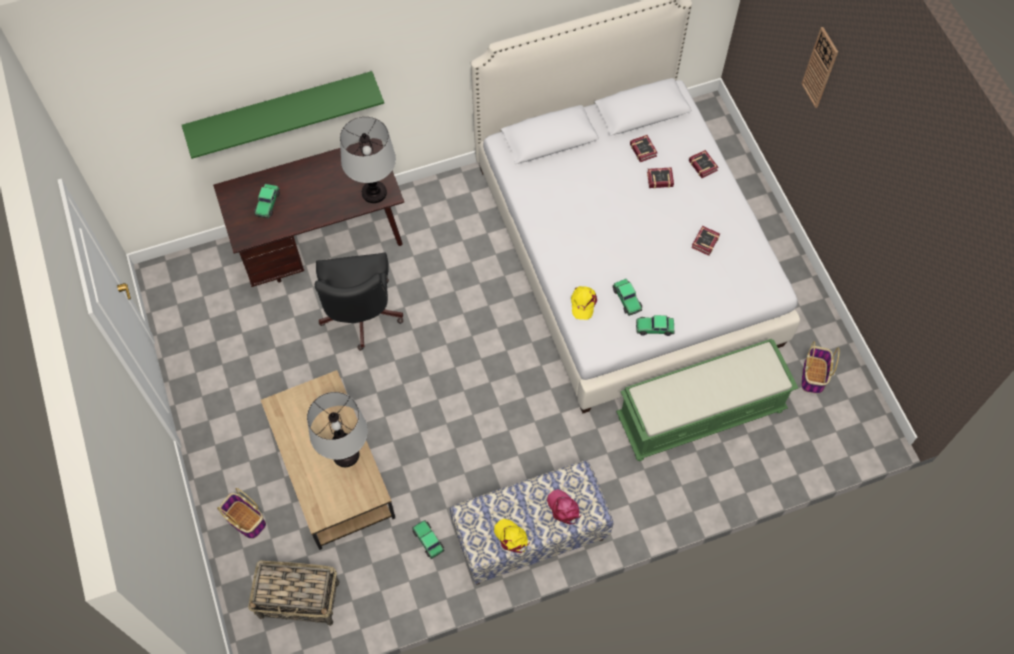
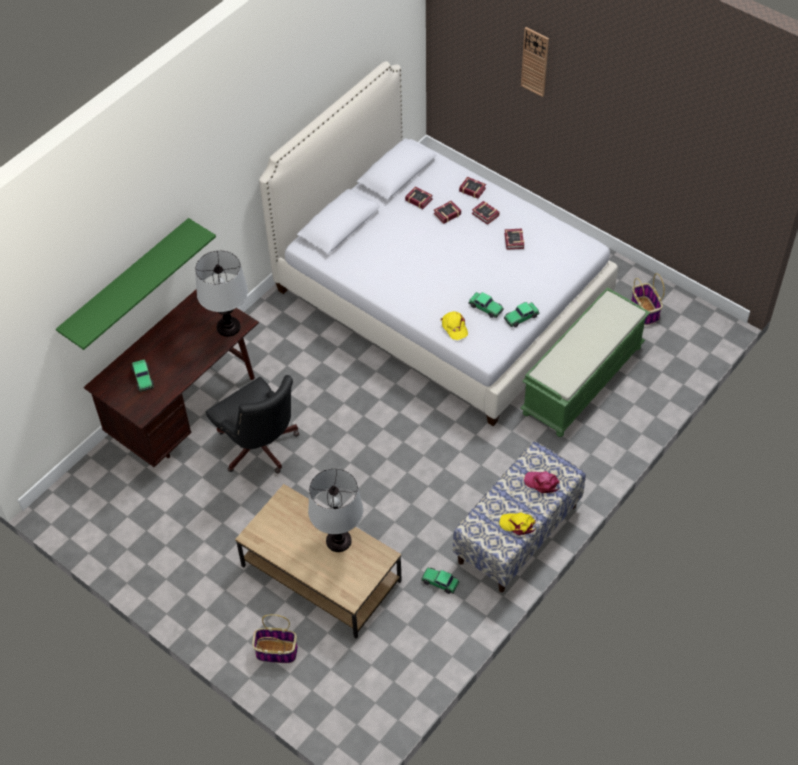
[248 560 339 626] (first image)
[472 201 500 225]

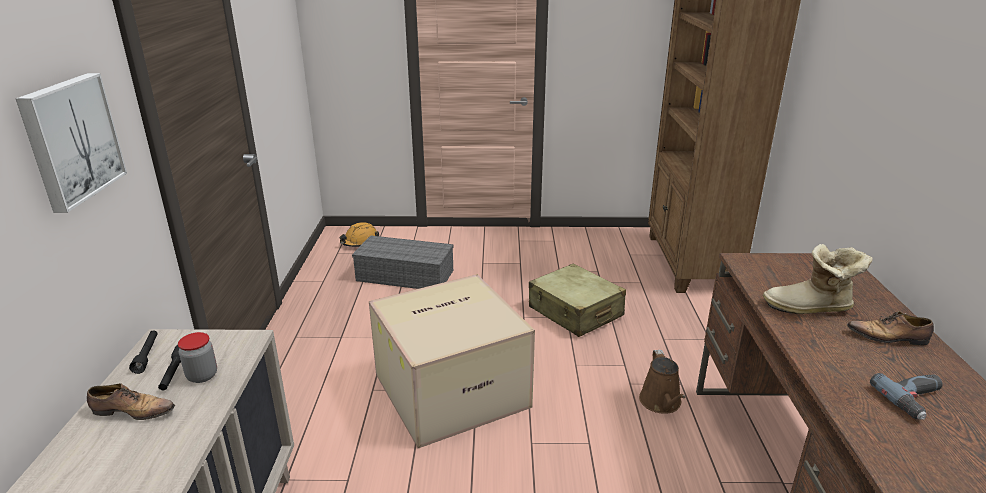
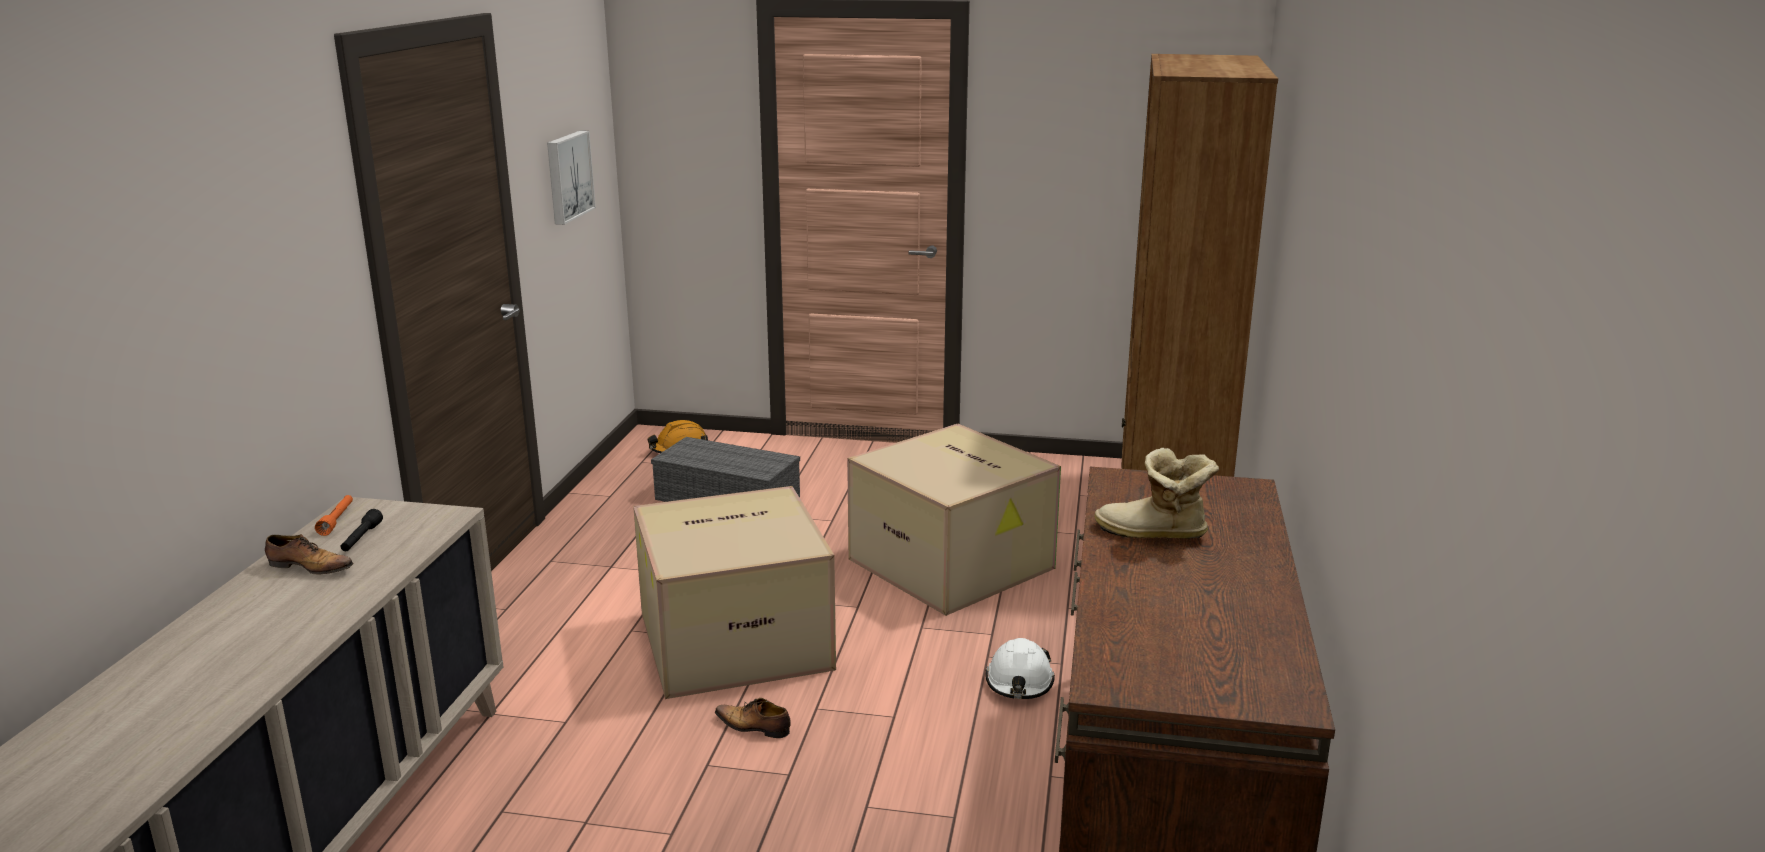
[547 130 596 225]
[315 495 353 536]
[178 332 217 383] (first image)
[847 424 1061 616]
[985 638 1055 699]
[715 698 791 738]
[870 373 942 420] (first image)

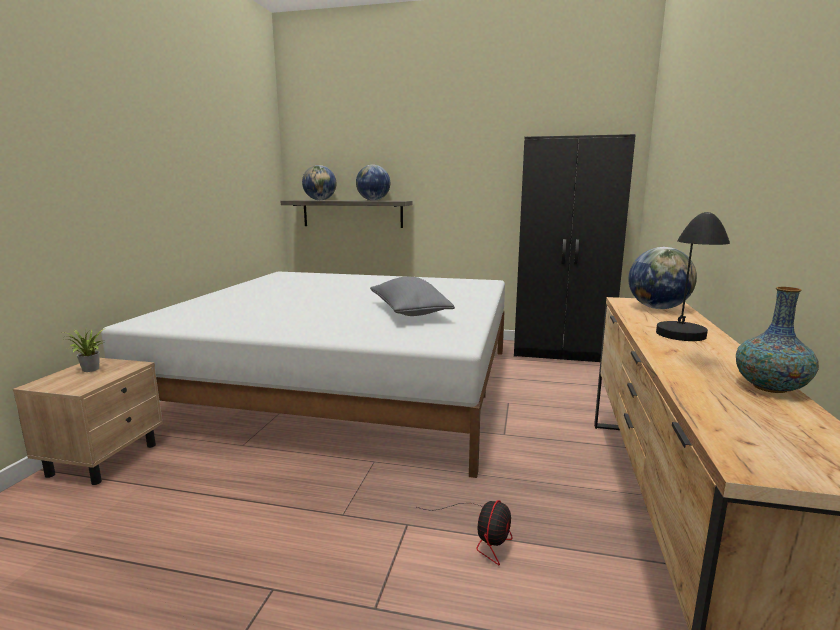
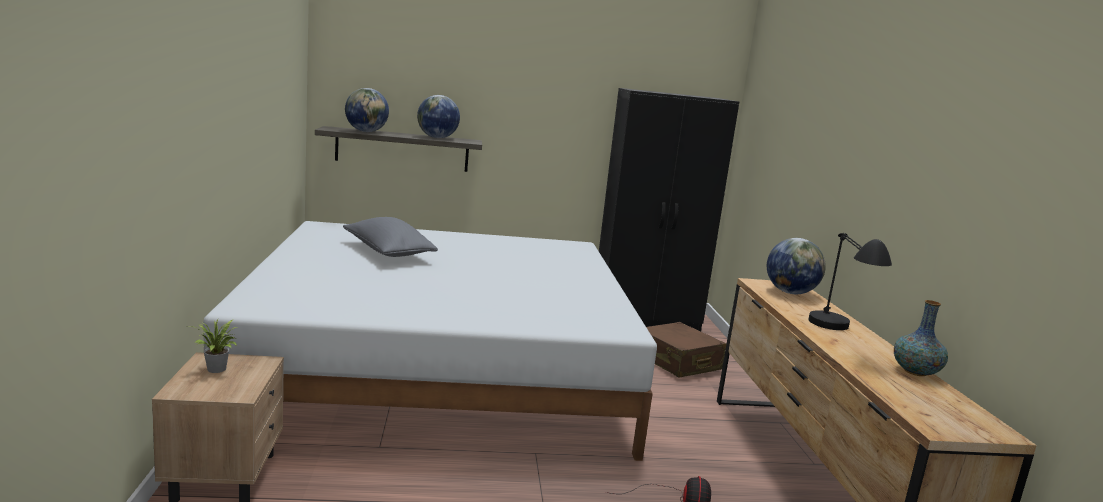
[343 217 438 257]
[646 322 727 377]

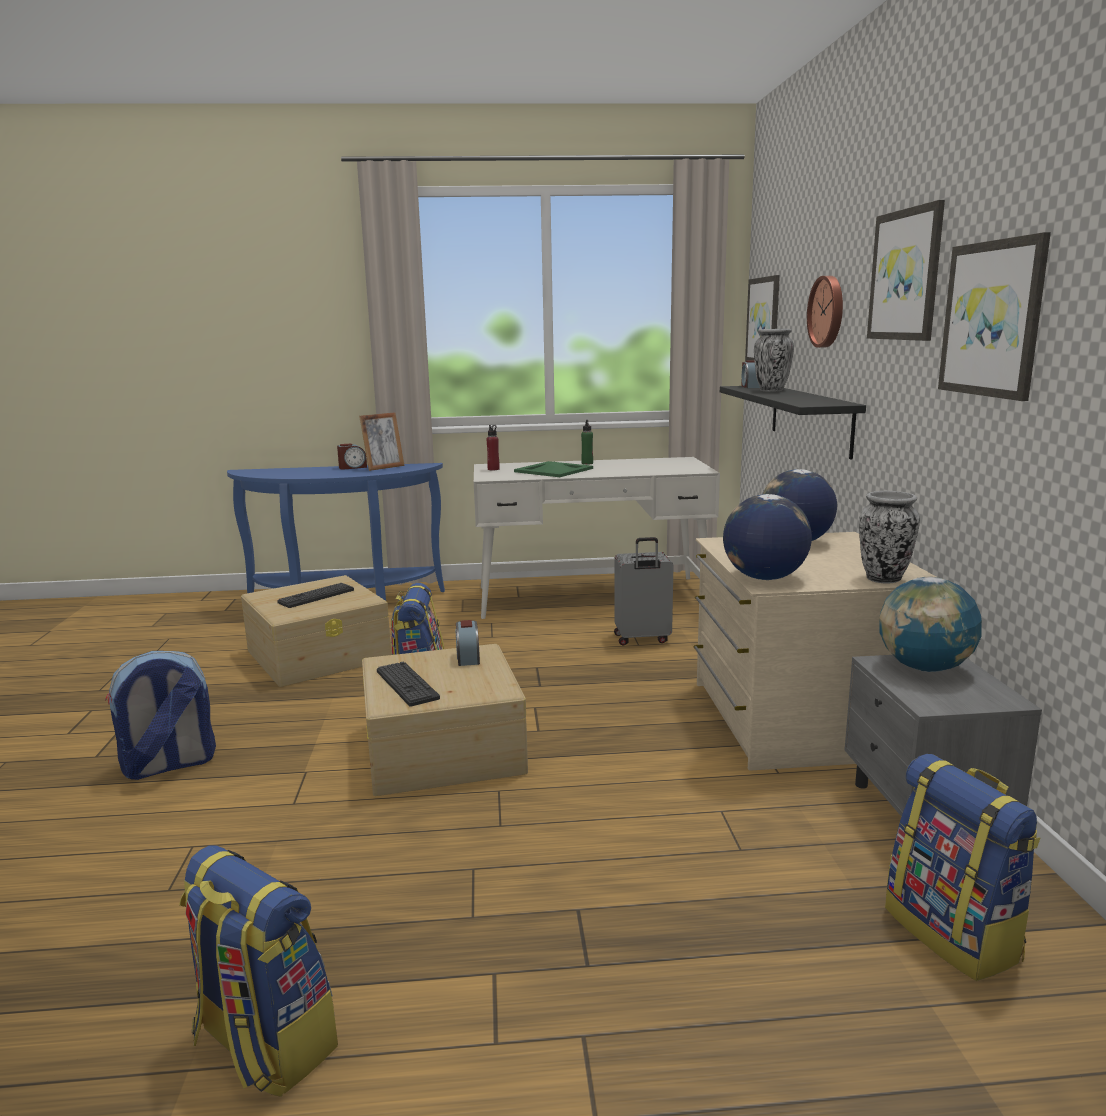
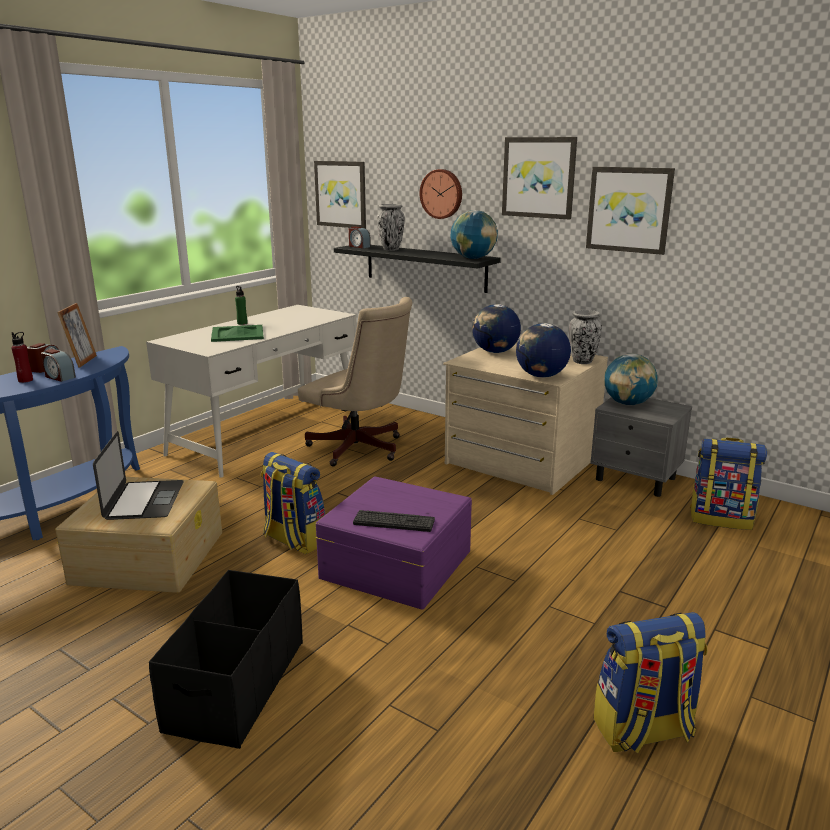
[149 570 303 749]
[93 431 184 520]
[315 476 472 609]
[41 349 76 382]
[11 332 33 383]
[298 297 413 466]
[450 210 498 259]

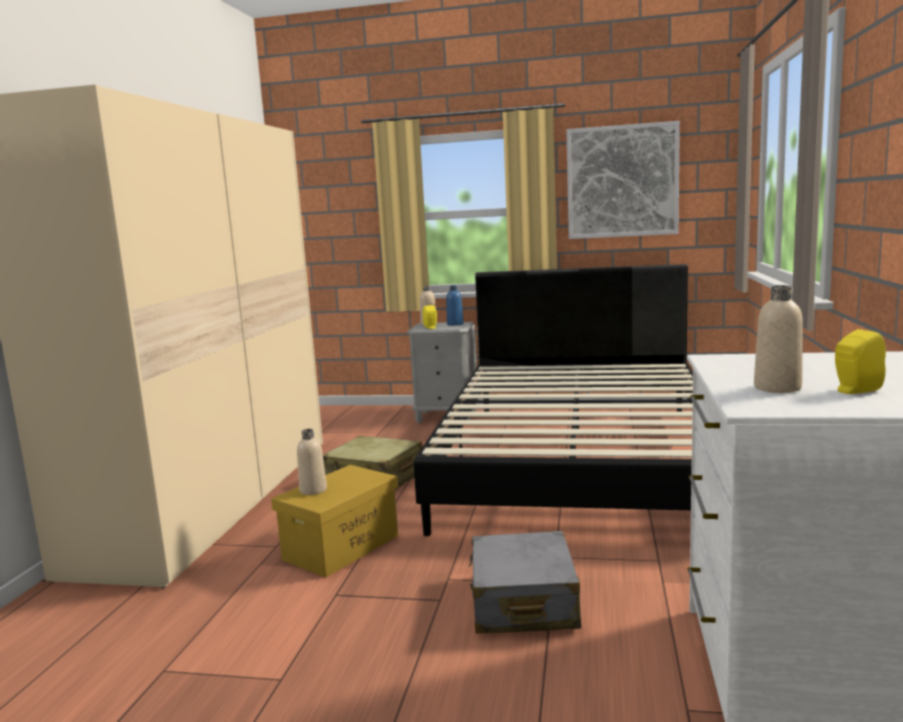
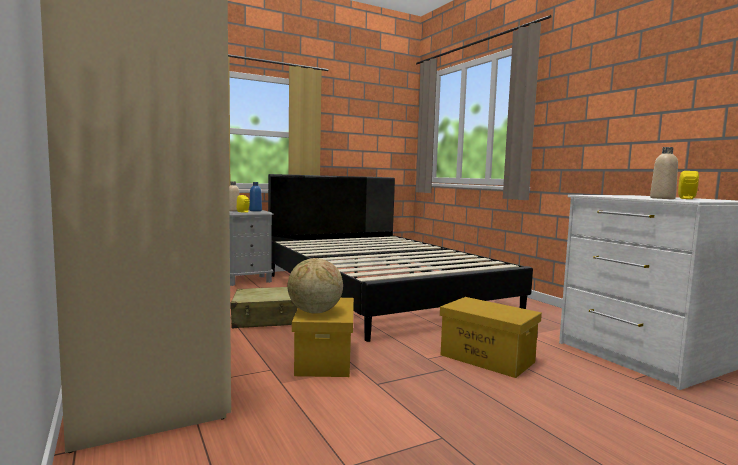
[287 258 343 314]
[440 297 542 378]
[566 121 680 239] (first image)

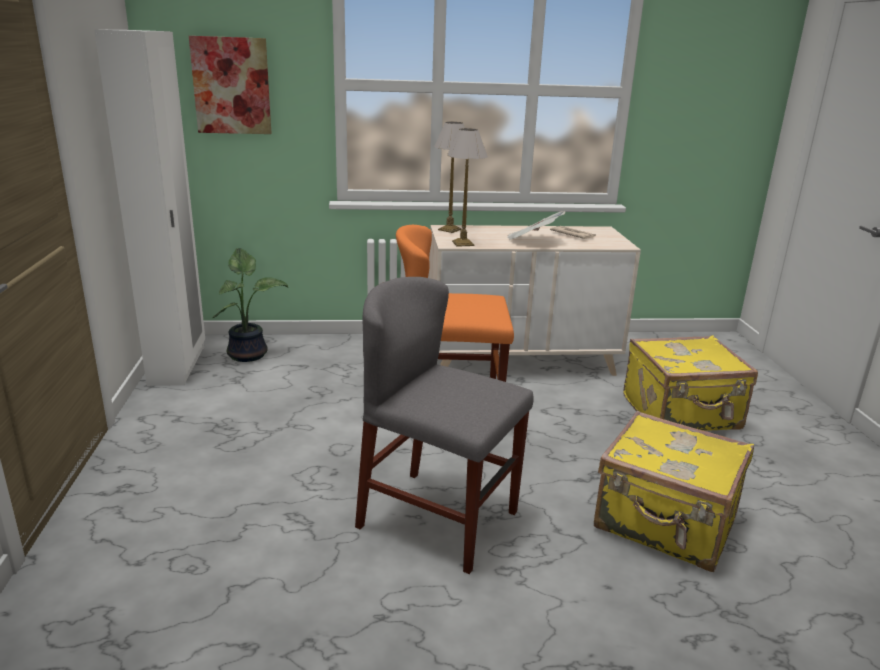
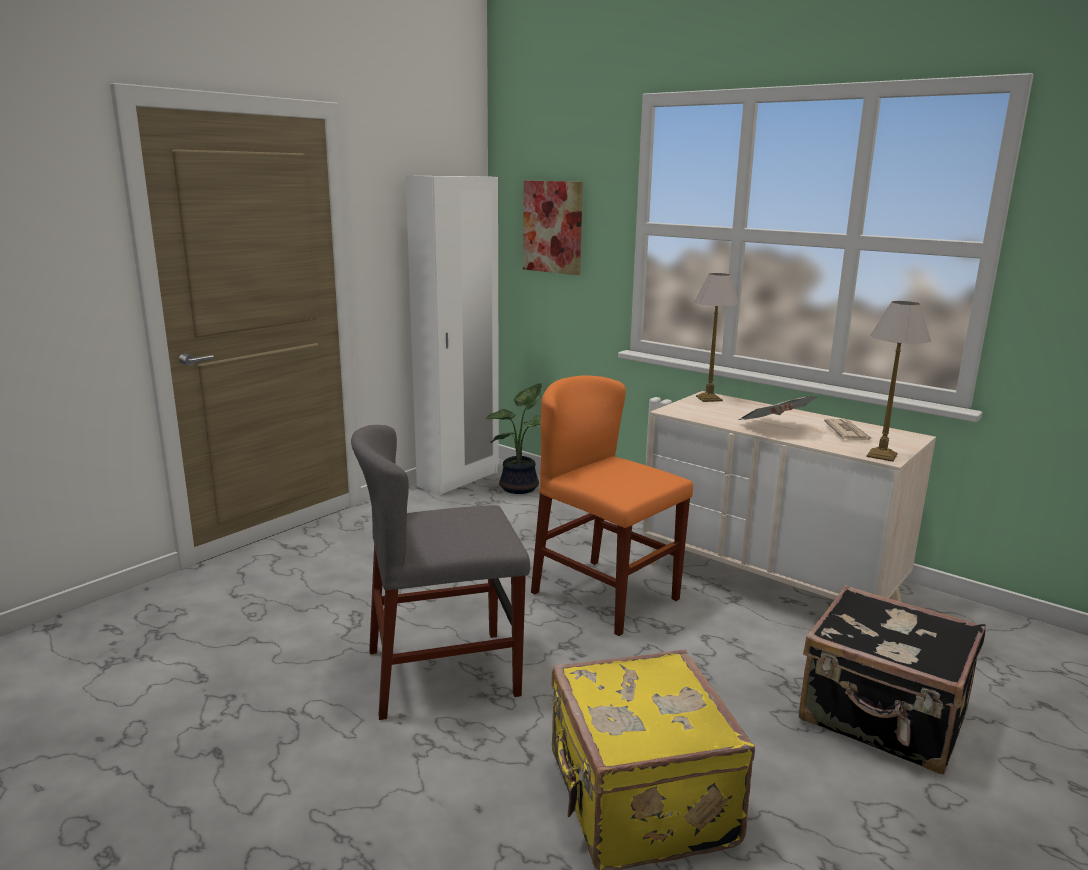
[351 425 530 720]
[867 301 931 462]
[799 585 986 775]

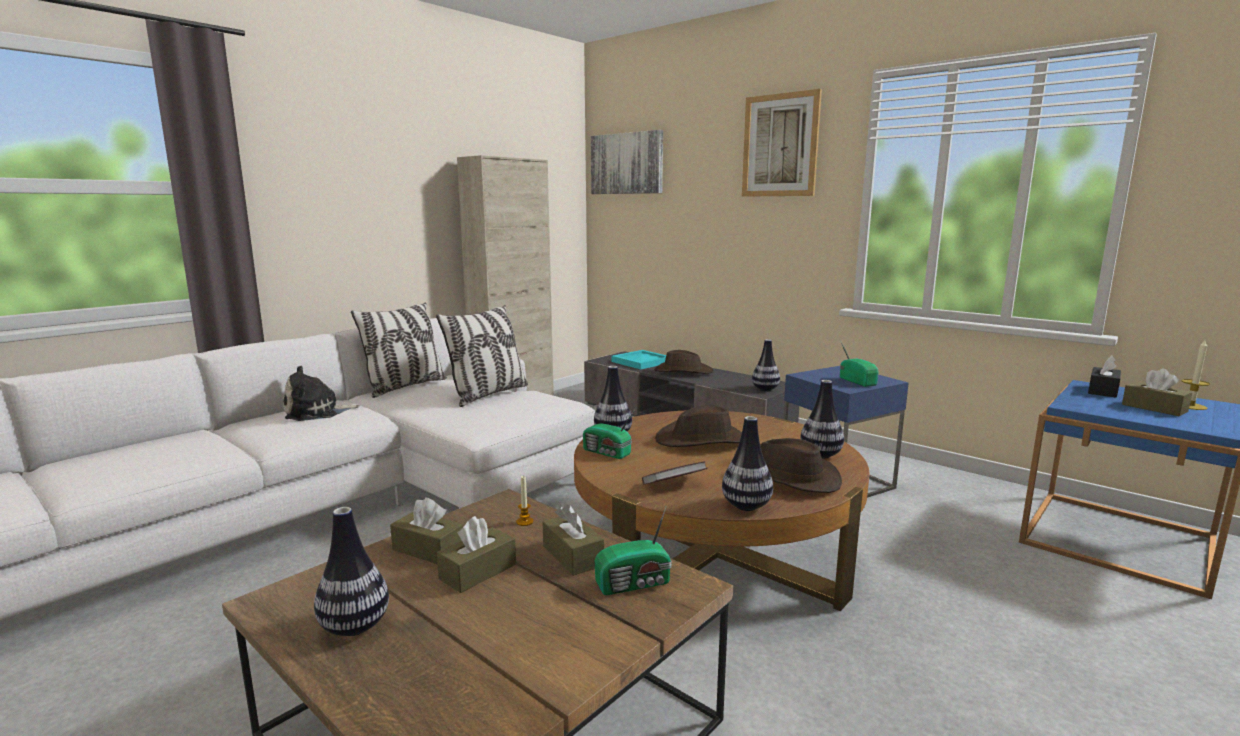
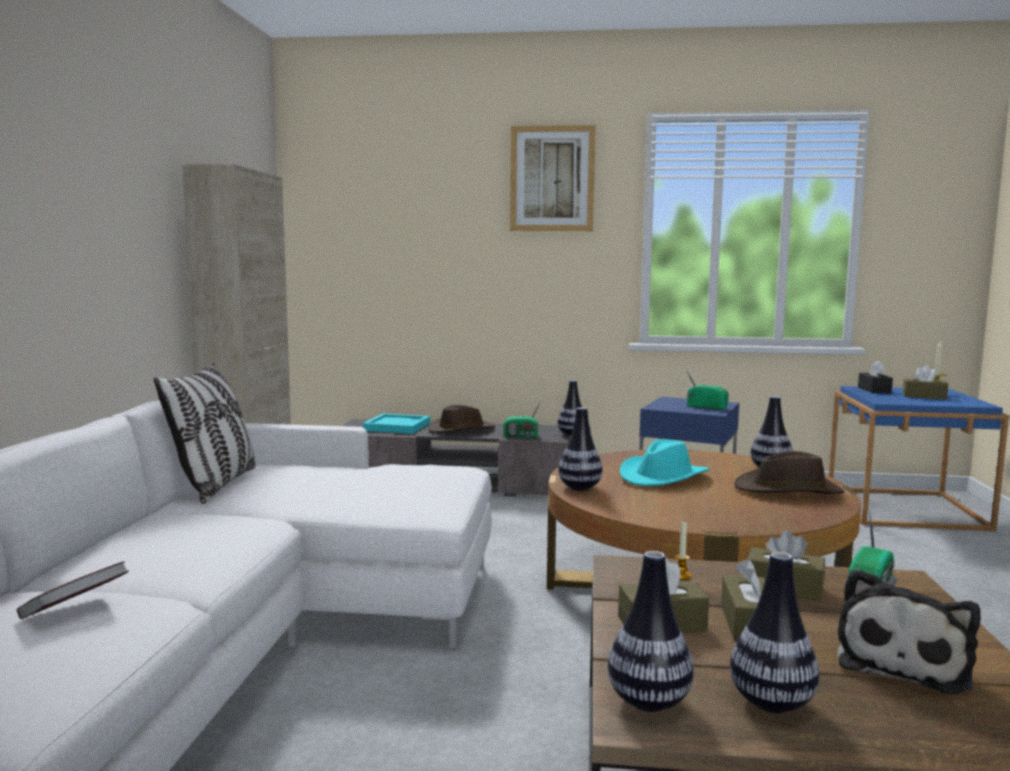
[838 569 981 694]
[436 305 528 407] (first image)
[503 401 541 437]
[591 130 663 194] (first image)
[17 561 129 619]
[620 439 710 486]
[608 551 693 712]

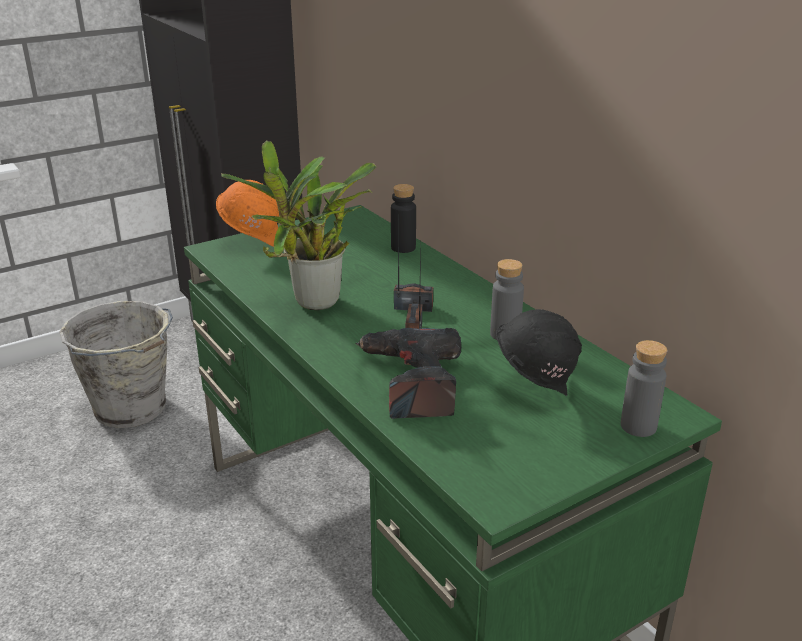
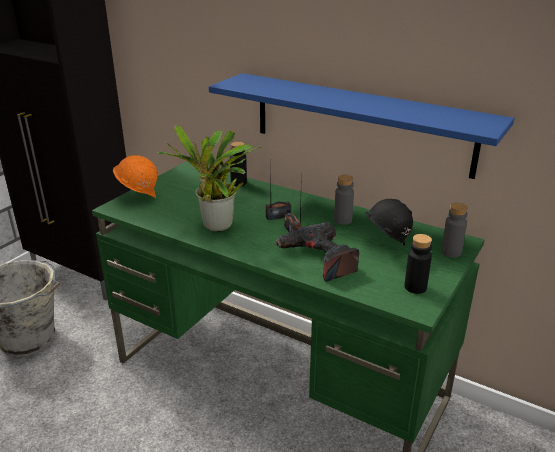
[209 73 514 179]
[404 234 432 294]

